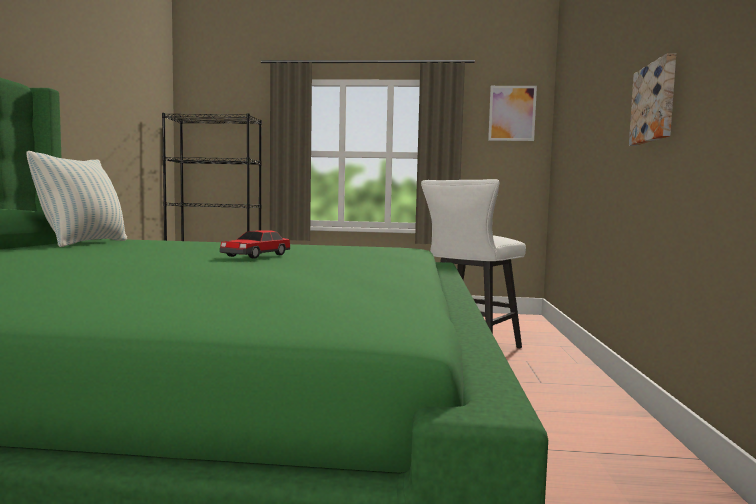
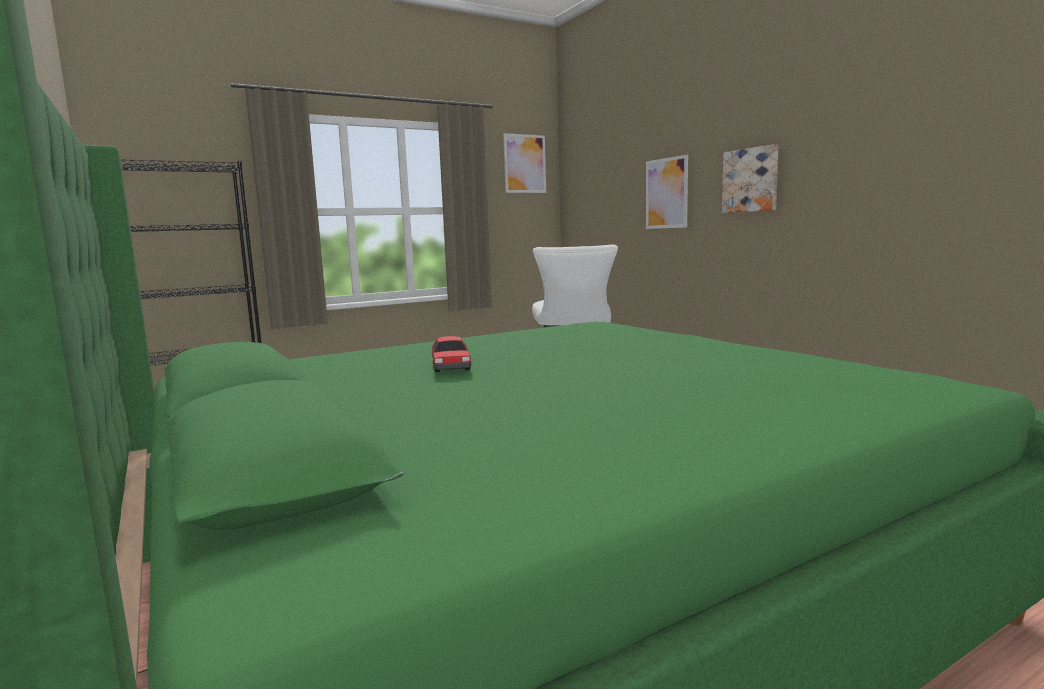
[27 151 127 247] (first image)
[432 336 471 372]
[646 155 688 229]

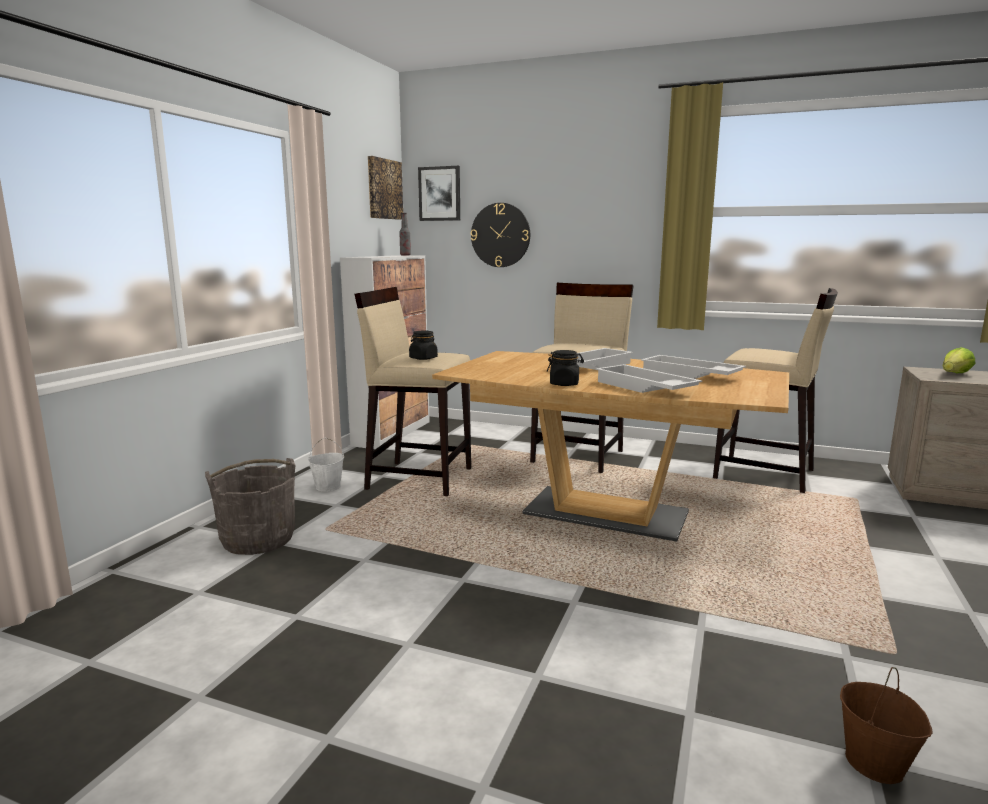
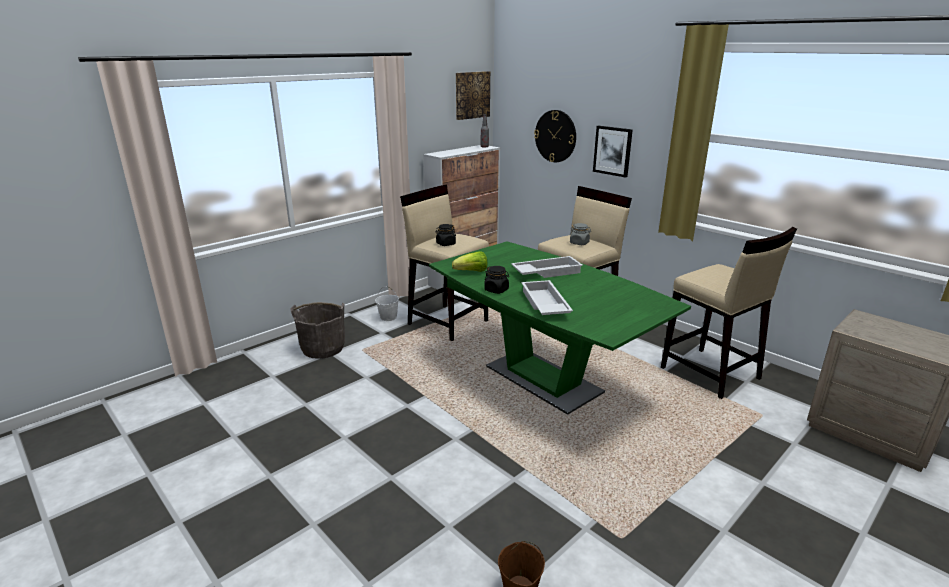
[593 126 633 178]
[429 241 691 415]
[641 355 746 379] (first image)
[452 251 487 272]
[570 223 591 245]

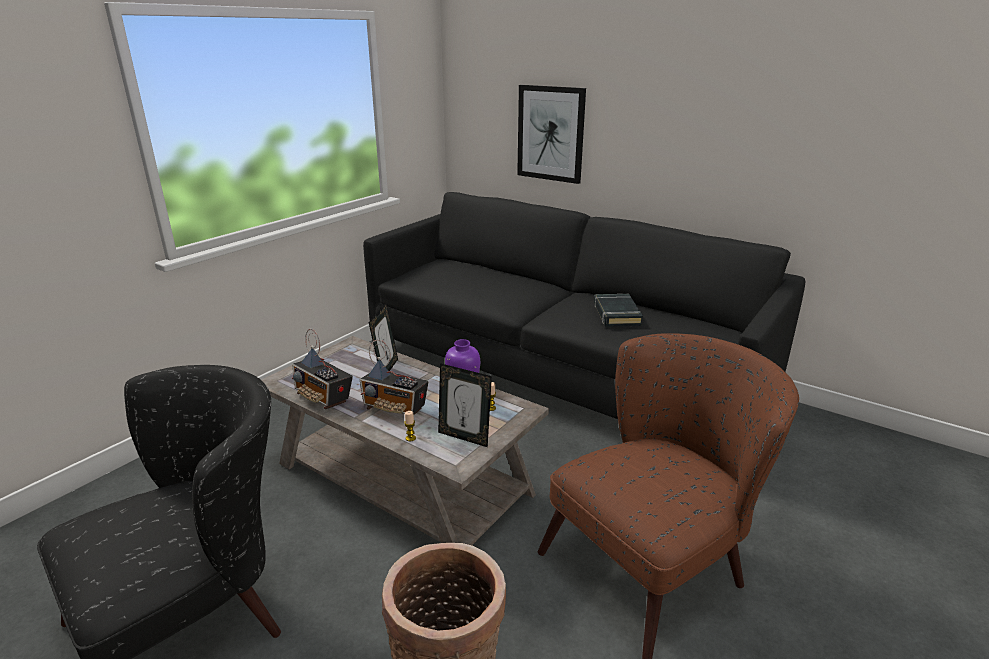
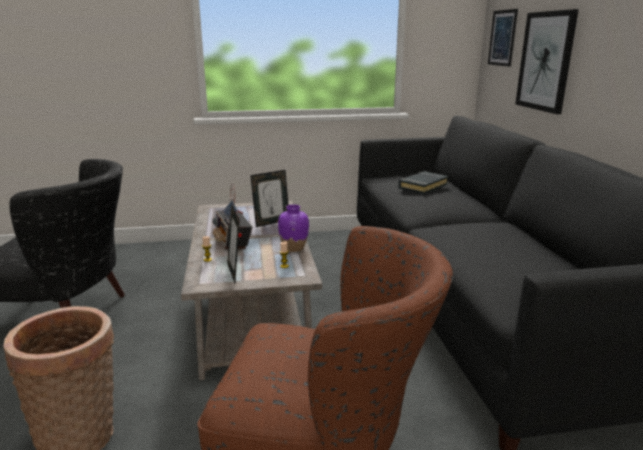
[292 329 353 410] (first image)
[398 171 448 194]
[488 9 518 67]

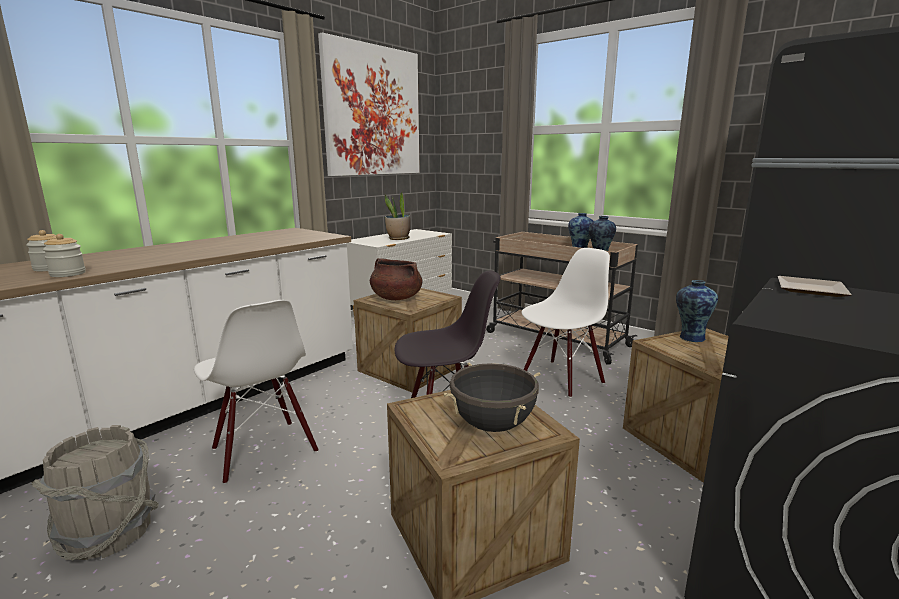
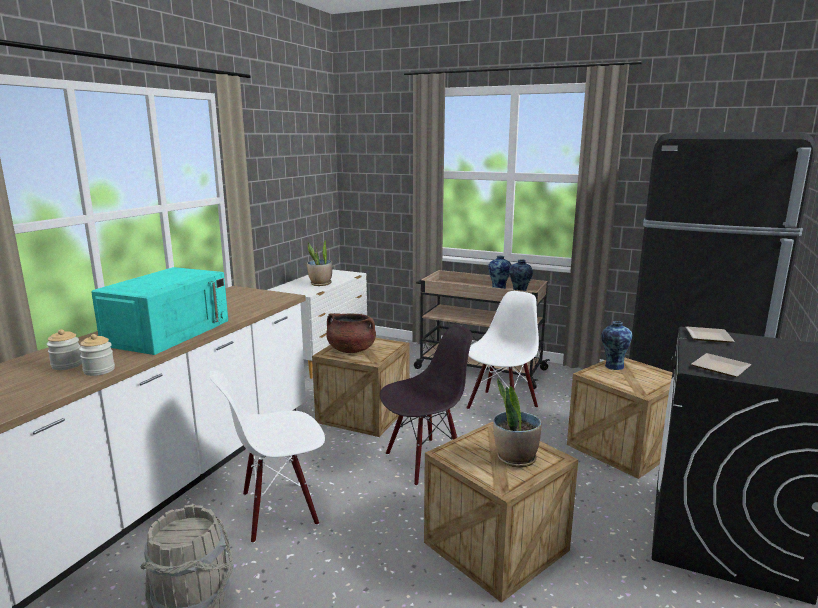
[209 370 325 543]
[318 33 420 176] (first image)
[493 378 542 468]
[91 267 228 355]
[691 353 751 377]

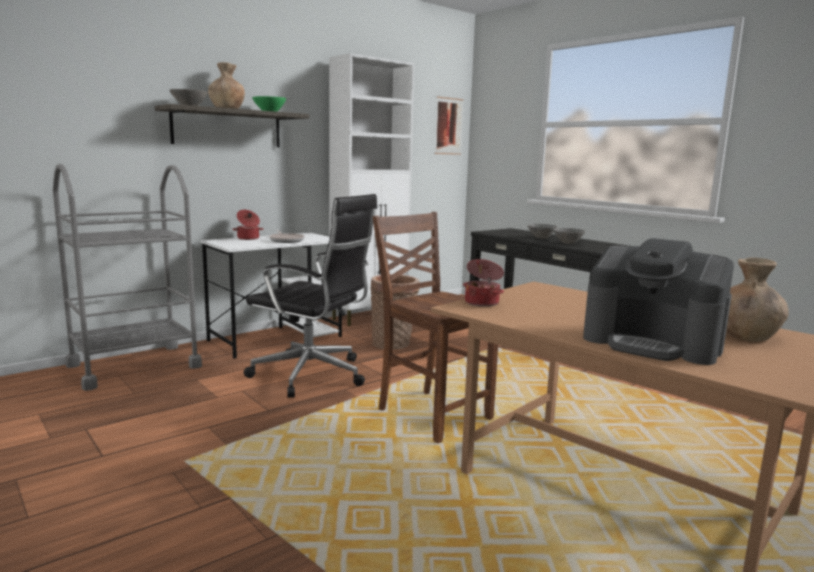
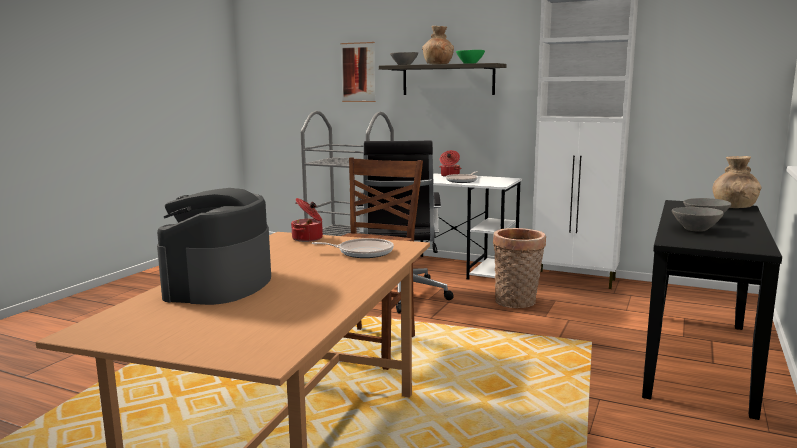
[341 42 376 102]
[713 156 762 208]
[312 238 394 258]

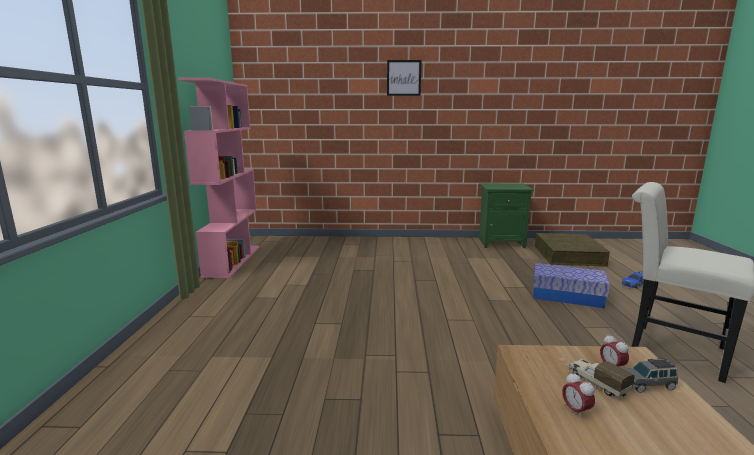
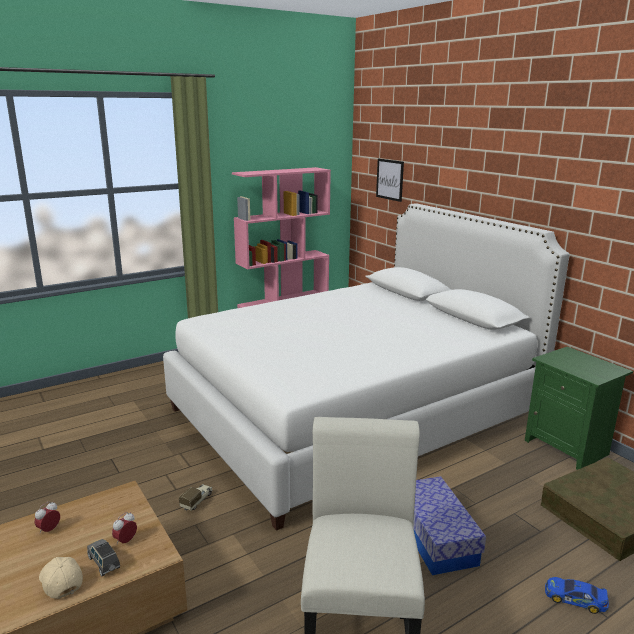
[376 159 404 202]
[179 484 213 511]
[39 557 83 599]
[163 203 570 531]

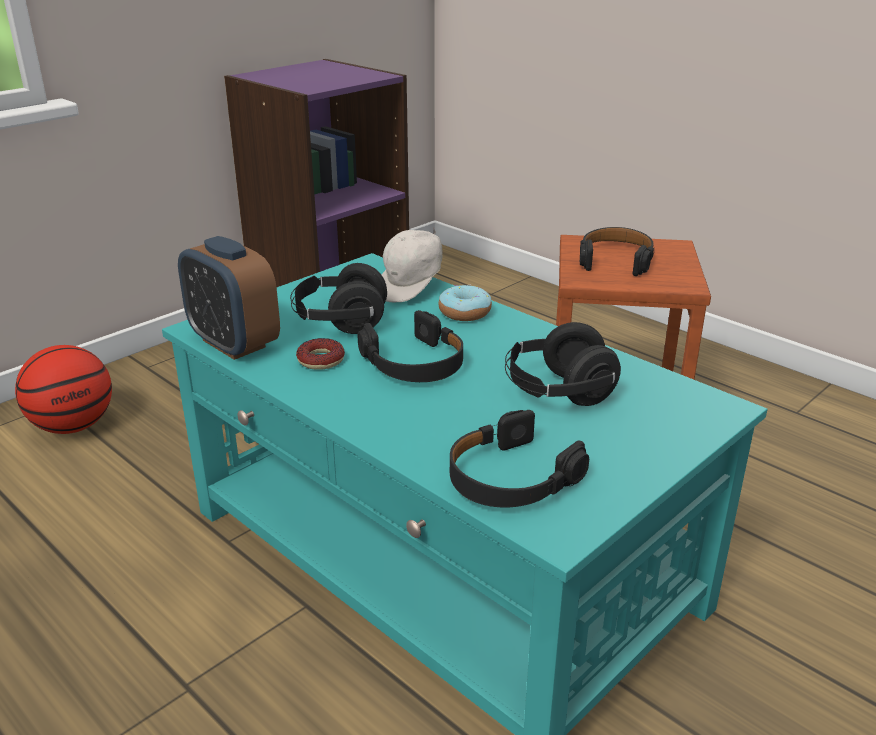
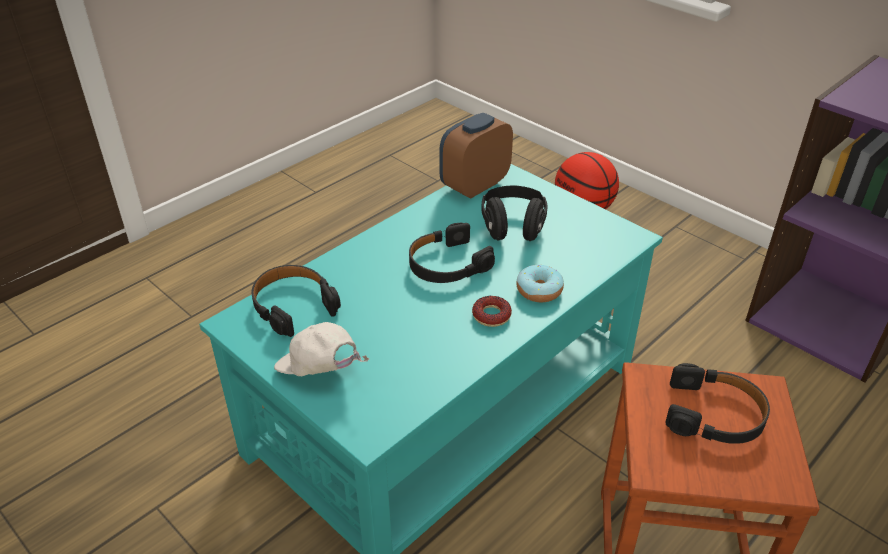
[472 296 512 327]
[274 322 369 377]
[505 322 621 406] (first image)

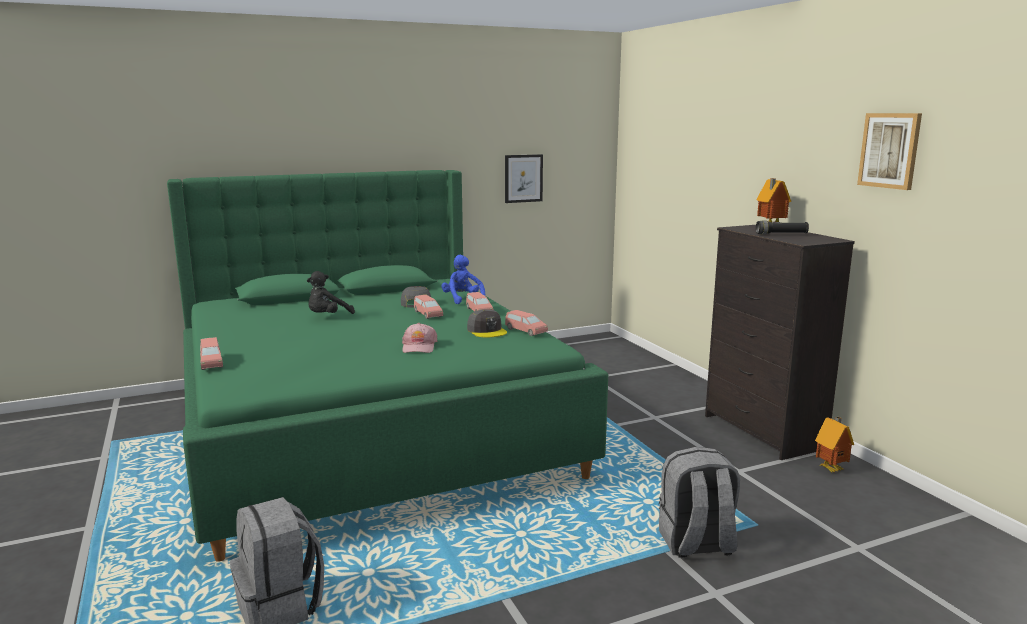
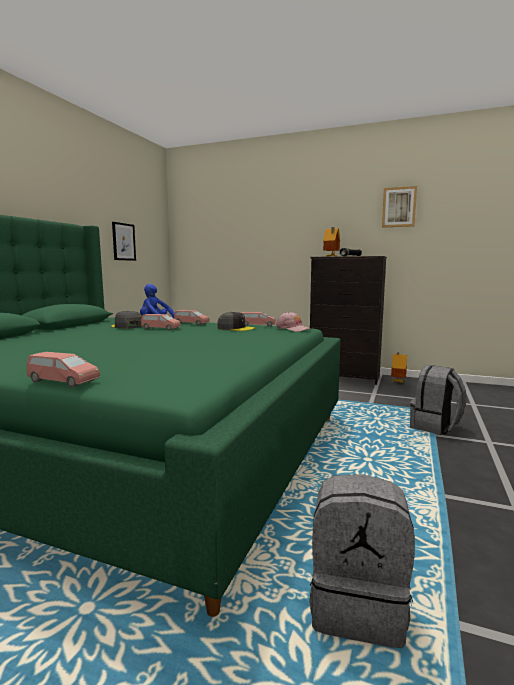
[307 271 355 314] (first image)
[276 312 310 332]

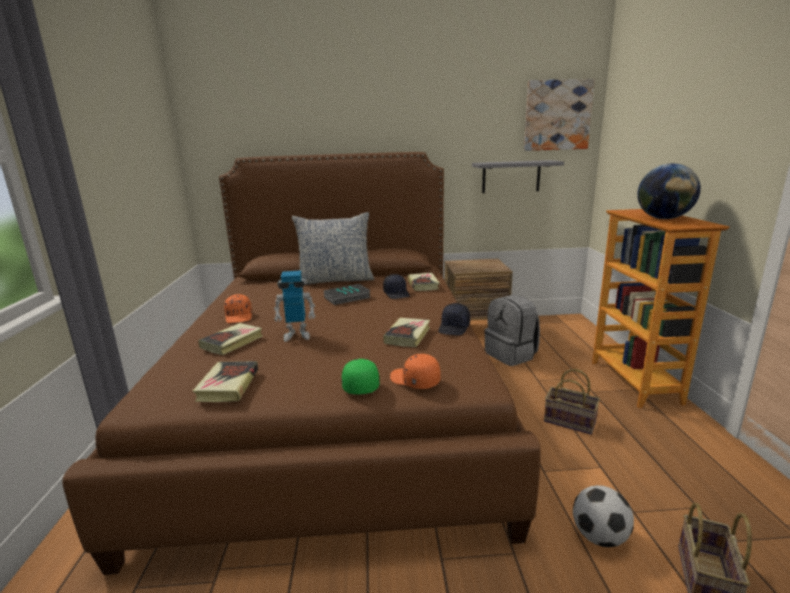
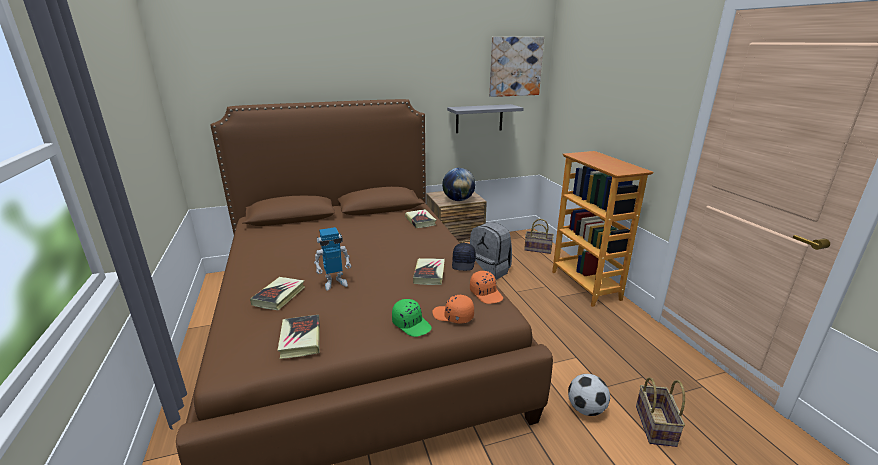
[470 271 503 304]
[292 212 374 285] (first image)
[324 284 371 305] (first image)
[392 299 432 337]
[383 274 410 299] (first image)
[524 219 554 254]
[442 168 475 201]

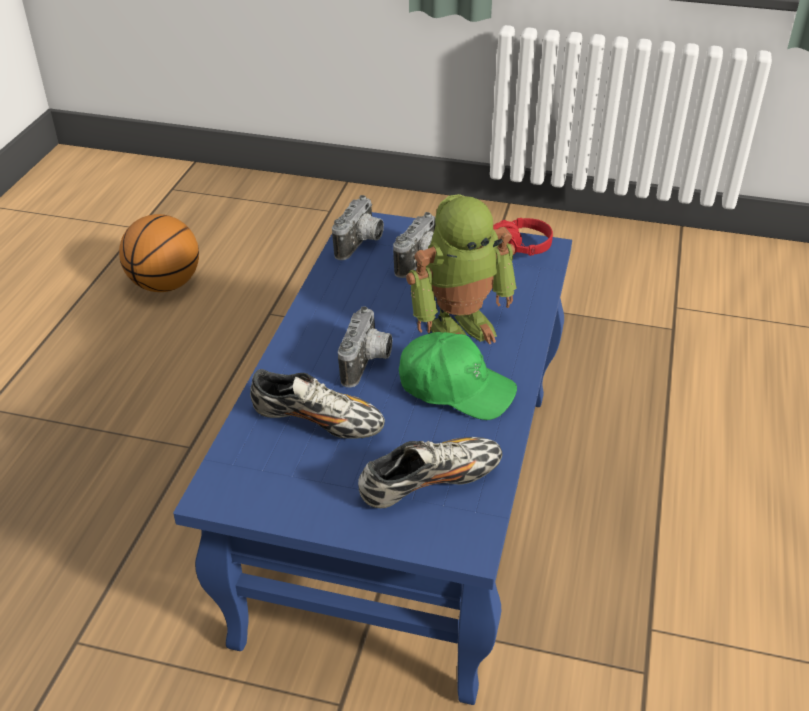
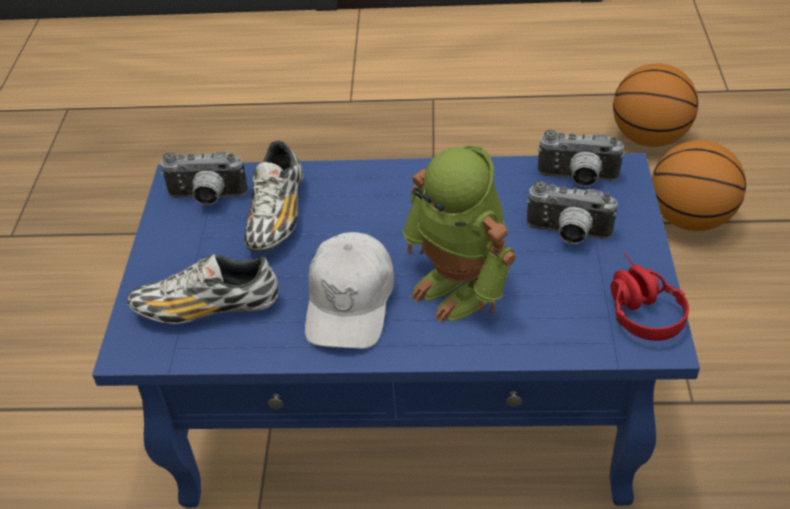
[160 152 248 205]
[127 254 279 324]
[305 232 394 349]
[652 140 746 231]

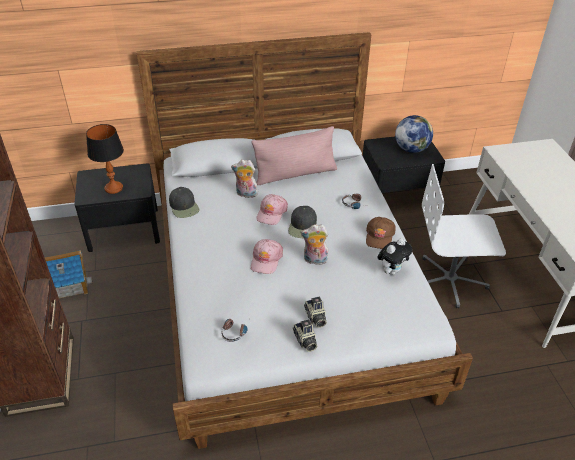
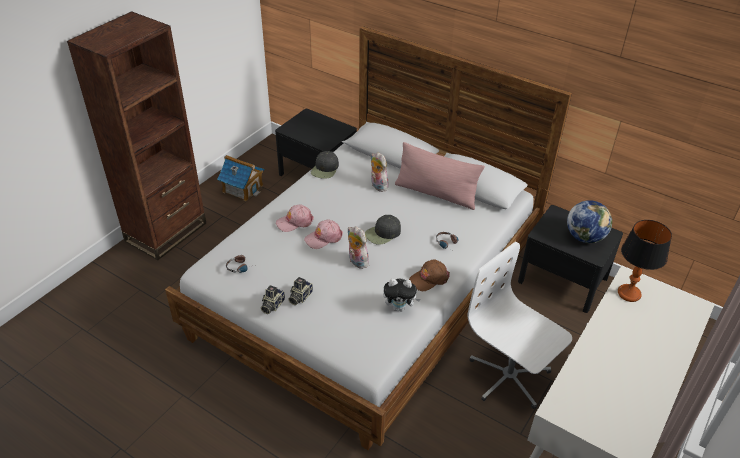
[618 220 672 302]
[276 204 314 232]

